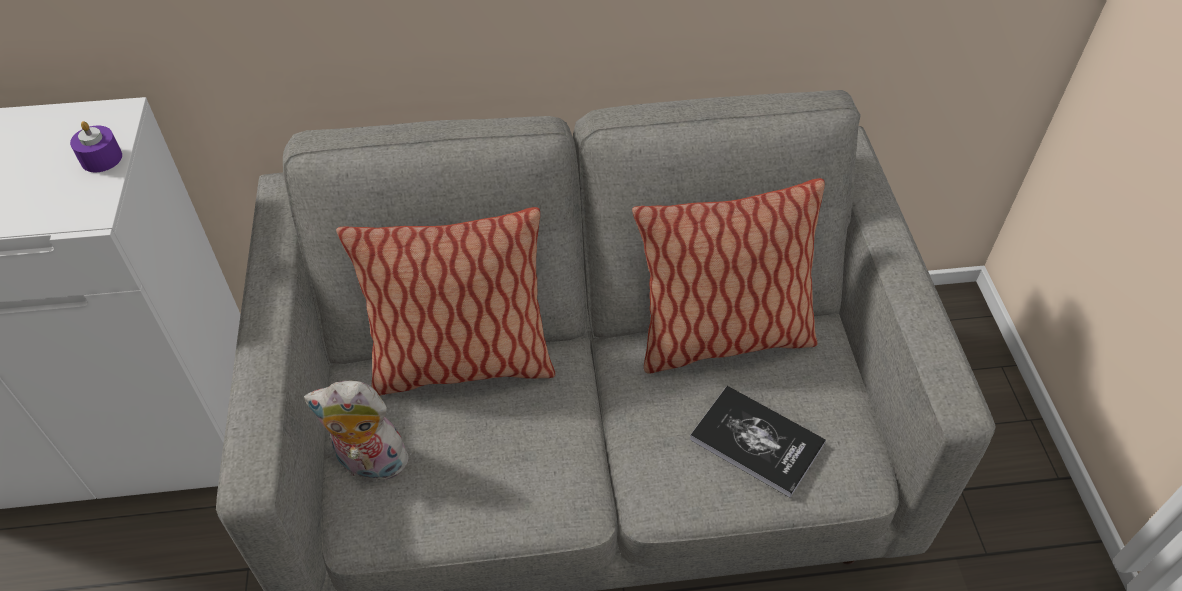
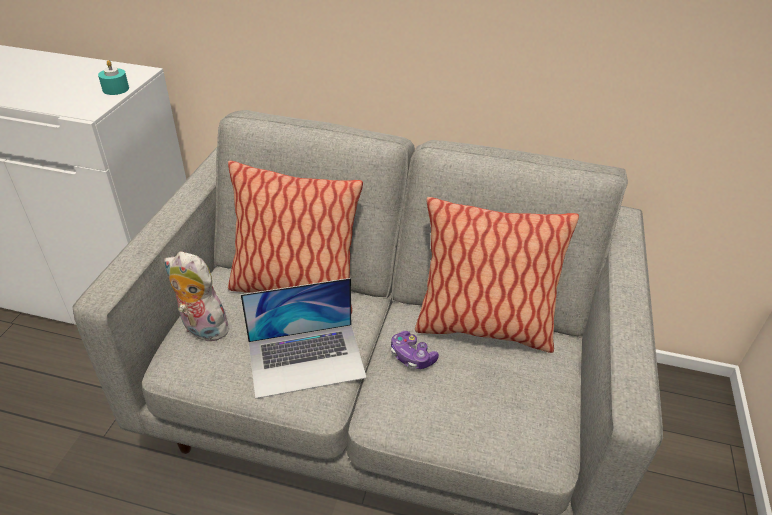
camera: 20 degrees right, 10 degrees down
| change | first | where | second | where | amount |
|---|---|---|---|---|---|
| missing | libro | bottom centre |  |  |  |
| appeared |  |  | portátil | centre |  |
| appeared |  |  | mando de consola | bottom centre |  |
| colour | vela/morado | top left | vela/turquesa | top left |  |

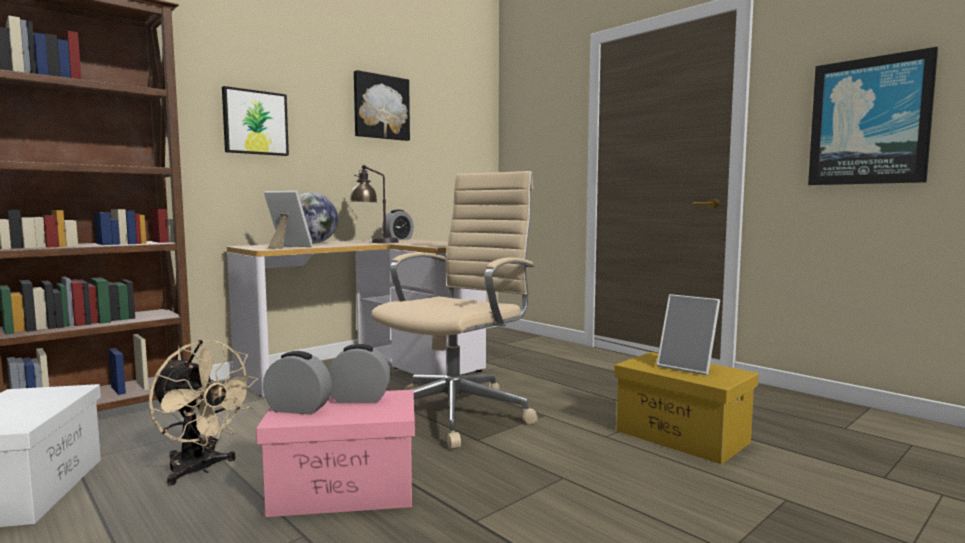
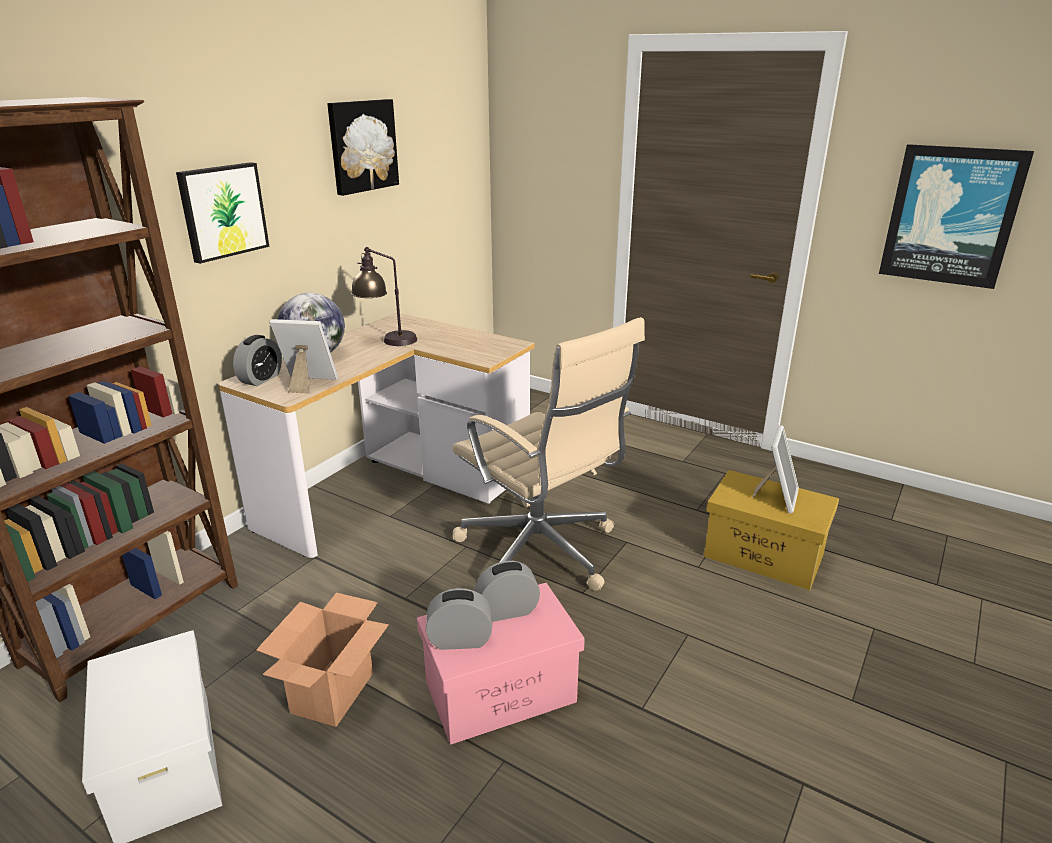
camera: 15 degrees left, 20 degrees up
| change | first | where | second | where | amount |
|---|---|---|---|---|---|
| relocated | despertador (no. 3 from left in the first image) | centre | despertador (no. 1 from left) | middle left |  |
| exchanged | ventilador/beis | bottom left | caja de cartón | bottom left |  |
| spun | silla de oficina/beis | centre |  | centre | 120 degrees clockwise |
| spun | portarretratos (no. 2 from left) | middle right |  | middle right | 90 degrees counterclockwise |

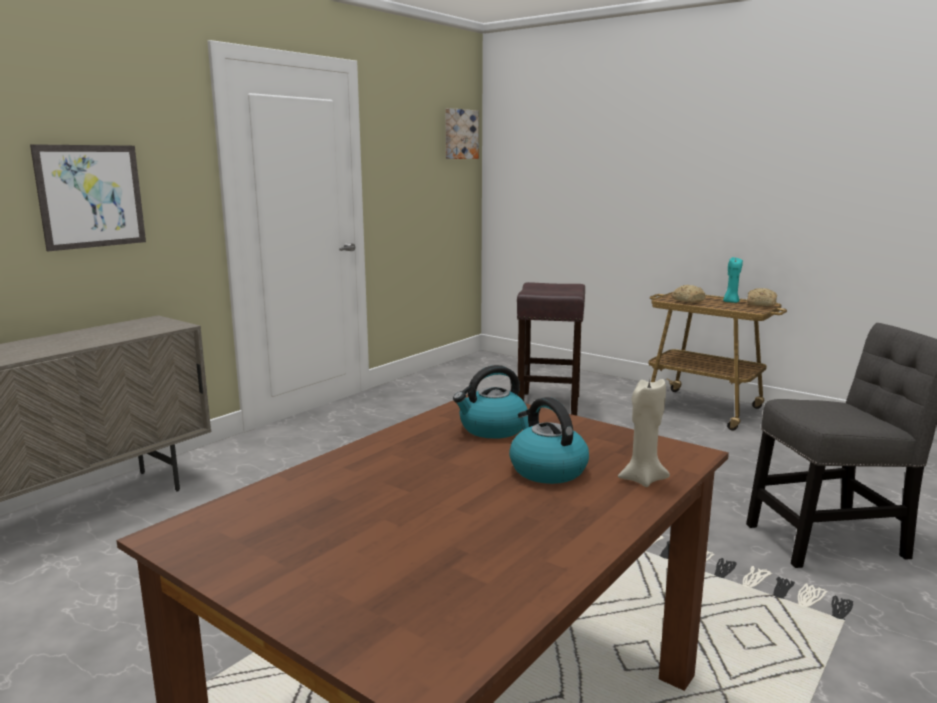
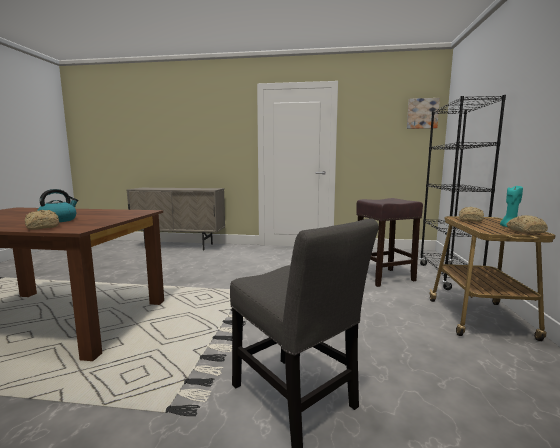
camera: 60 degrees right, 5 degrees down
| change | first | where | second | where | amount |
|---|---|---|---|---|---|
| missing | cuadro (no. 1 from left) | top left |  |  |  |
| missing | hervidor (no. 1 from left) | centre |  |  |  |
| appeared |  |  | estantería/negro | middle right |  |
| exchanged | vela/beis | middle right | pan (no. 1 from left) | middle left |  |

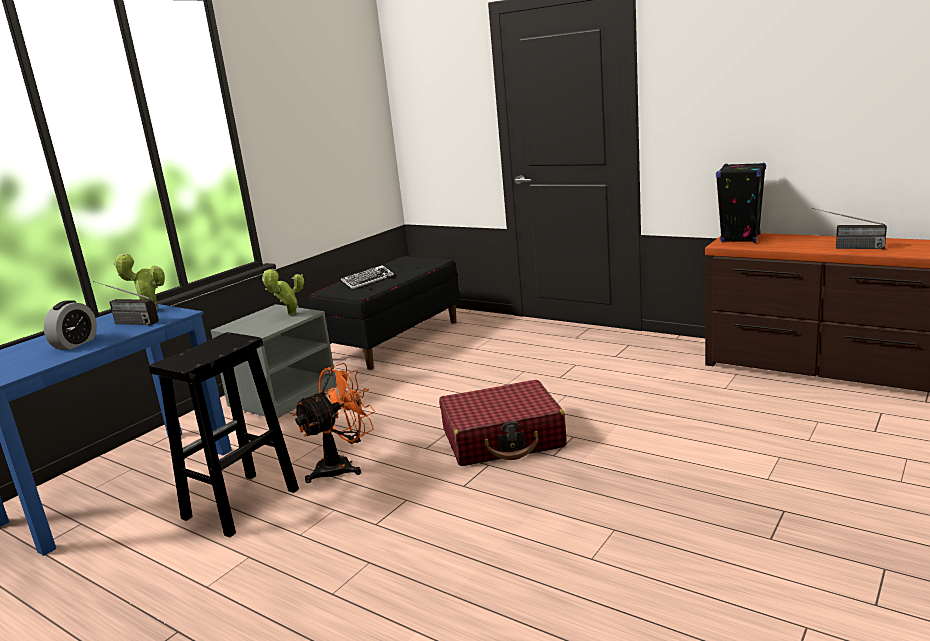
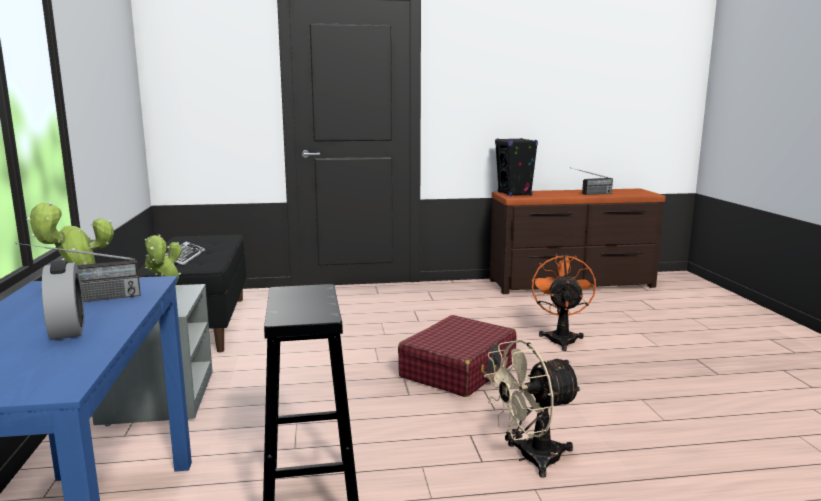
camera: 45 degrees left, 5 degrees down
| change | first | where | second | where | amount |
|---|---|---|---|---|---|
| appeared |  |  | ventilador/beis | bottom centre |  |
| relocated | ventilador/naranja | centre |  | middle right |  |

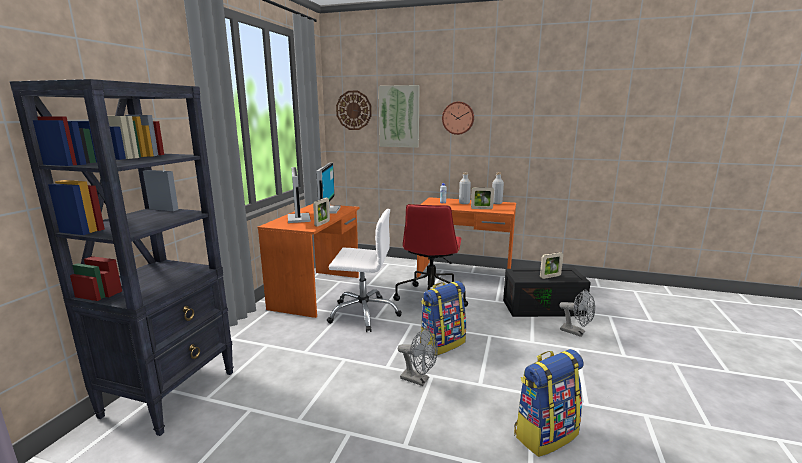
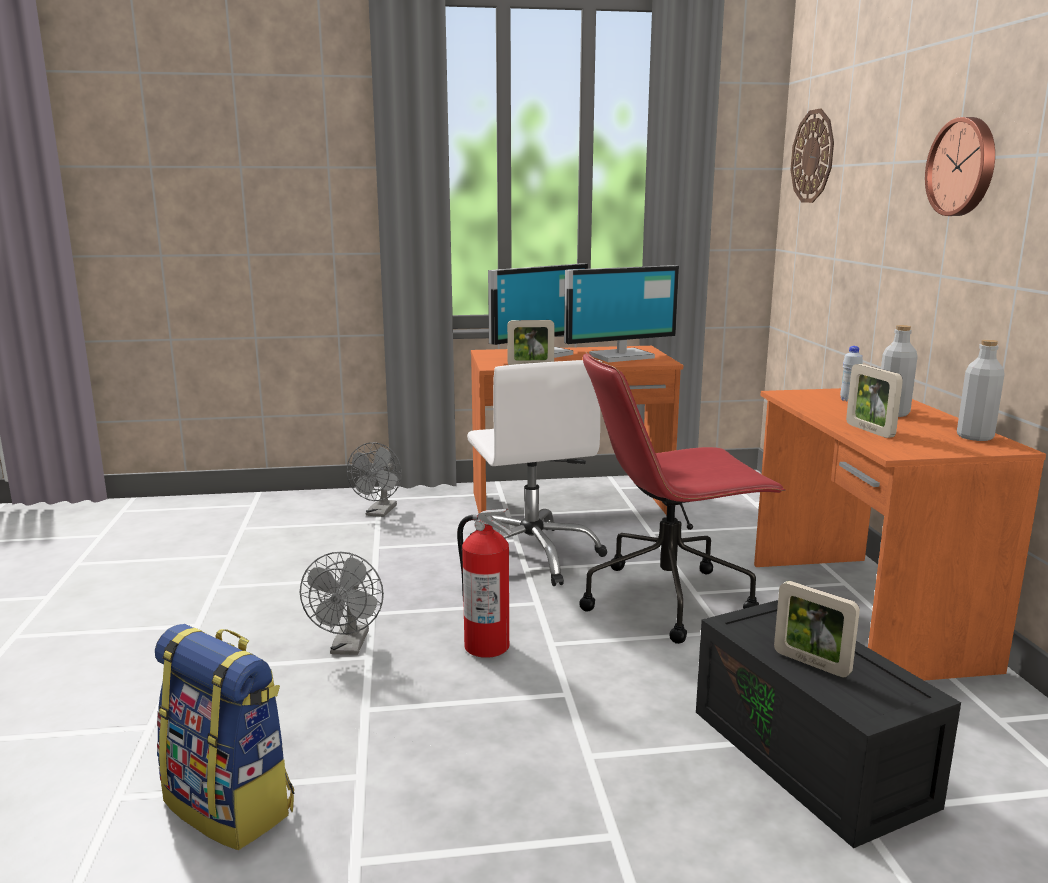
camera: 65 degrees right, 0 degrees up
| change | first | where | second | where | amount |
|---|---|---|---|---|---|
| missing | estantería/negro | middle left |  |  |  |
| missing | cuadro | top centre |  |  |  |
| relocated | ventilador/gris (no. 2 from left) | bottom right |  | centre |  |
| exchanged | mochila (no. 1 from left) | bottom centre | extintor | centre |  |

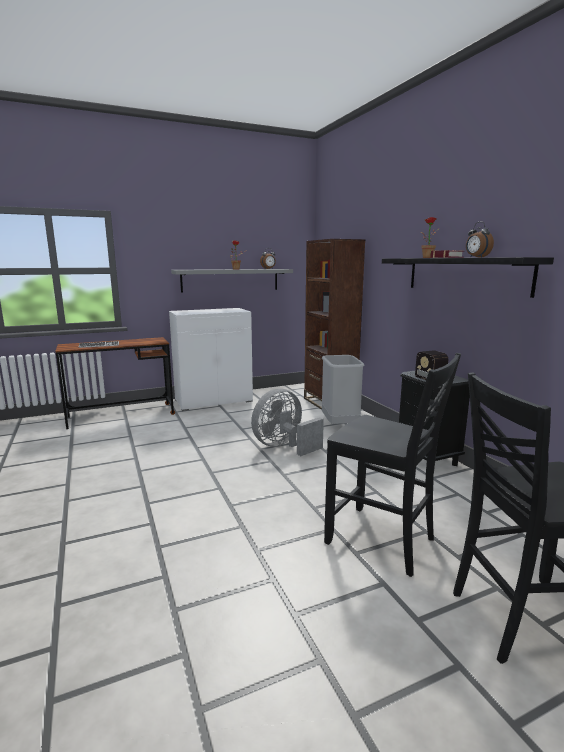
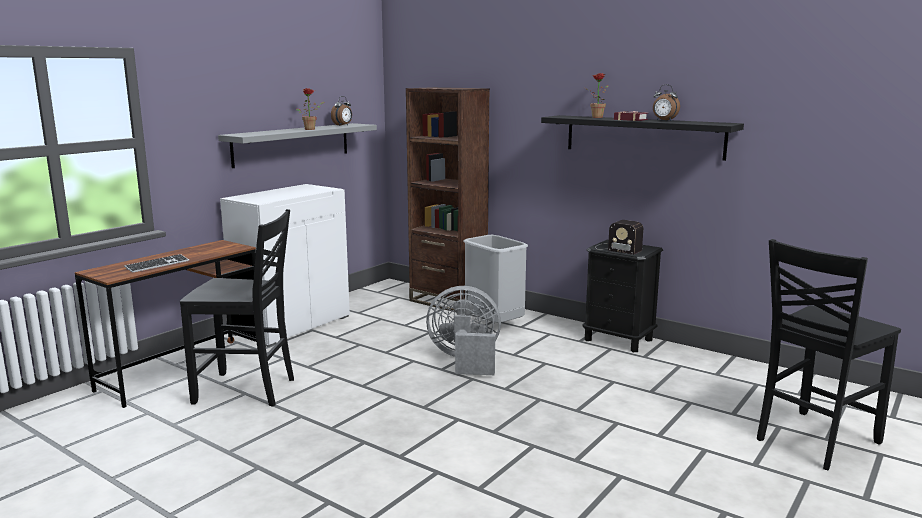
camera: 30 degrees left, 0 degrees up
| change | first | where | second | where | amount |
|---|---|---|---|---|---|
| relocated | silla/negro (no. 1 from left) | middle right |  | middle left |  |
| spun | ventilador/gris | centre |  | centre | 75 degrees clockwise |

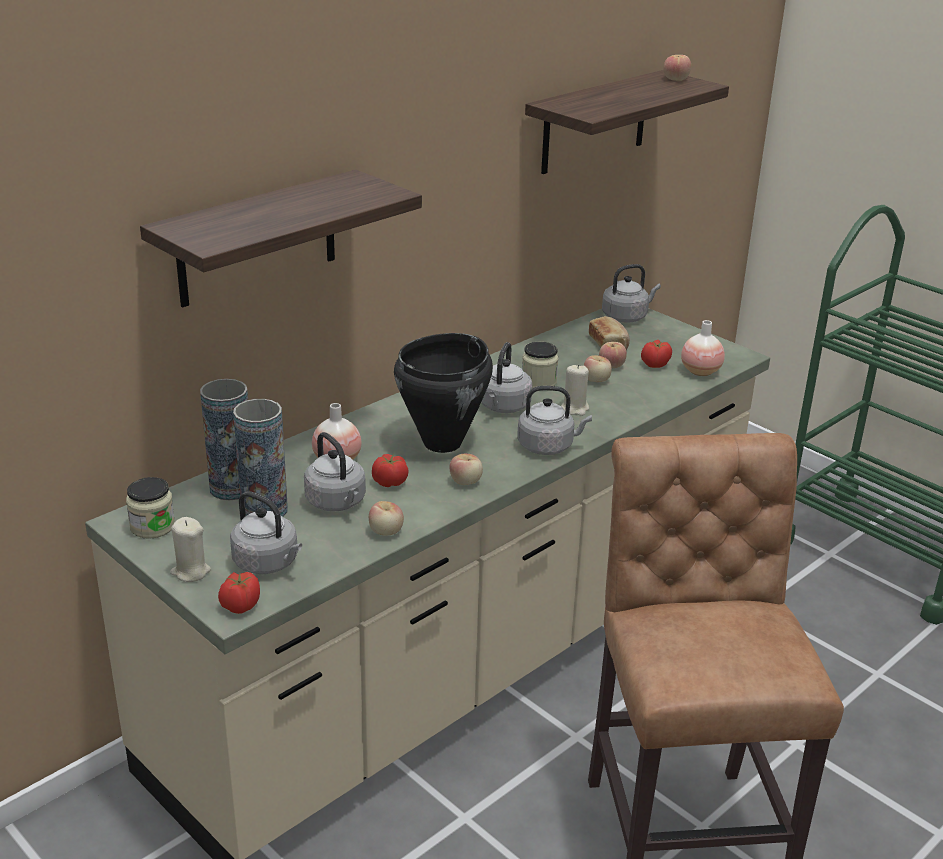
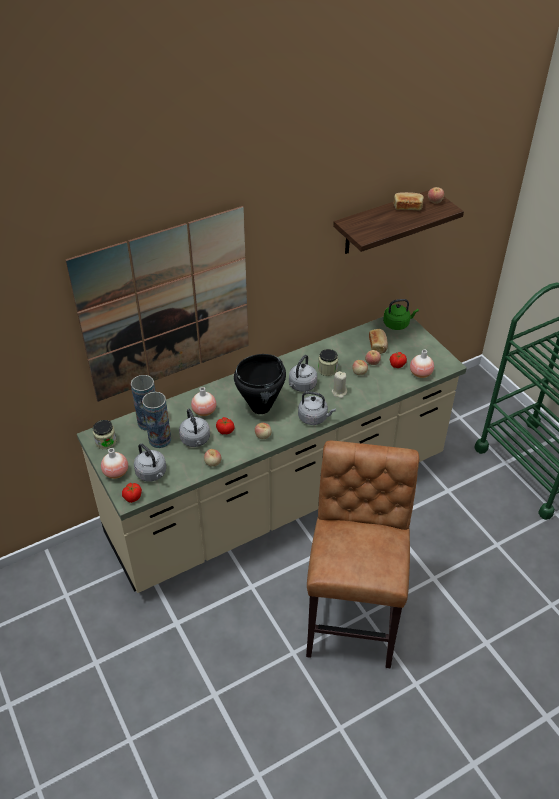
camera: 15 degrees right, 15 degrees up
| change | first | where | second | where | amount |
|---|---|---|---|---|---|
| appeared |  |  | pan (no. 2 from left) | top right |  |
| exchanged | estante (no. 1 from left) | top left | cuadro | middle left |  |
| exchanged | vela/beis (no. 1 from left) | middle left | florero (no. 1 from left) | middle left |  |
| colour | hervidor/gris (no. 5 from left) | middle right | hervidor/verde | middle right |  |

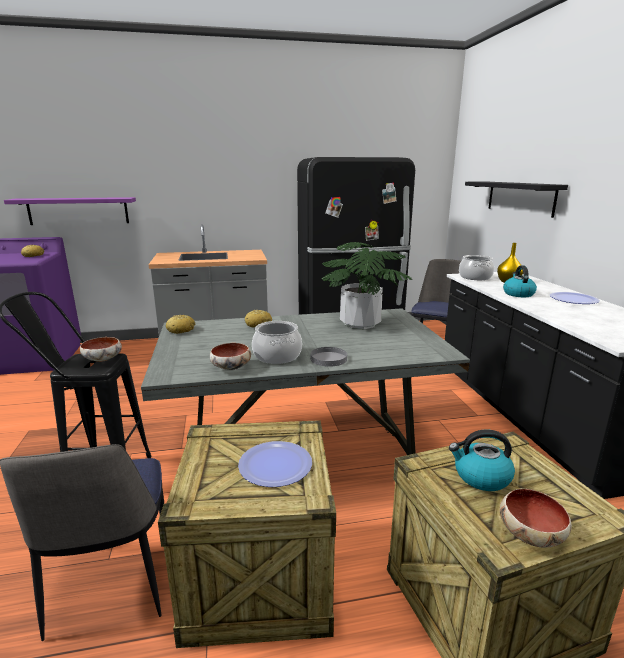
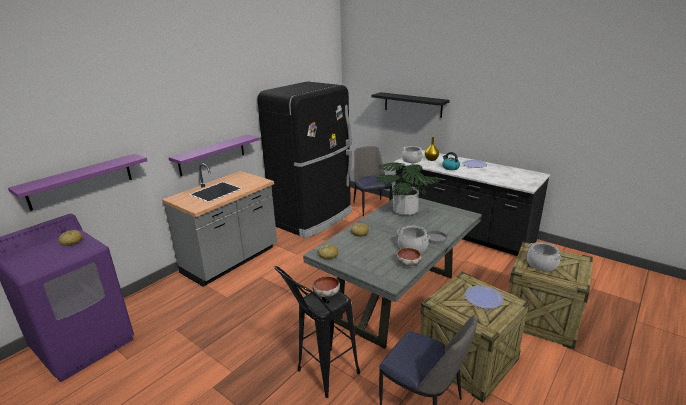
camera: 40 degrees left, 5 degrees up
| change | first | where | second | where | amount |
|---|---|---|---|---|---|
| missing | cuenco (no. 3 from left) | bottom right |  |  |  |
| appeared |  |  | estante/morado (no. 2 from left) | middle left |  |
| exchanged | hervidor (no. 1 from left) | bottom right | olla (no. 3 from left) | middle right |  |

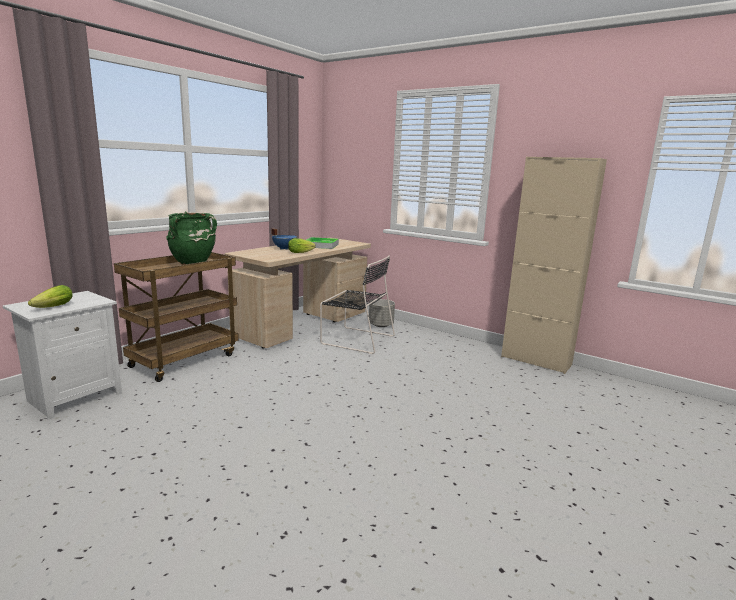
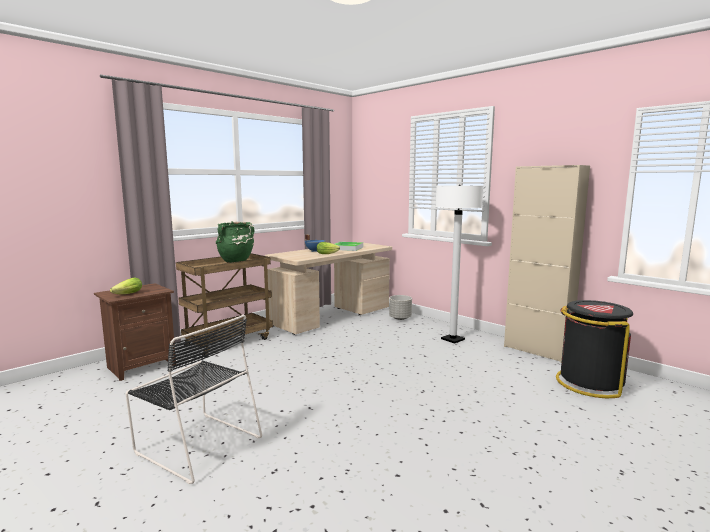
camera: 10 degrees right, 5 degrees down
| change | first | where | second | where | amount |
|---|---|---|---|---|---|
| appeared |  |  | lámpara de pie/blanco | centre |  |
| appeared |  |  | papelera/negro | middle right |  |
| relocated | silla/negro | centre |  | bottom left |  |
| colour | mesita de noche/blanco | middle left | mesita de noche/marrón | middle left |  |

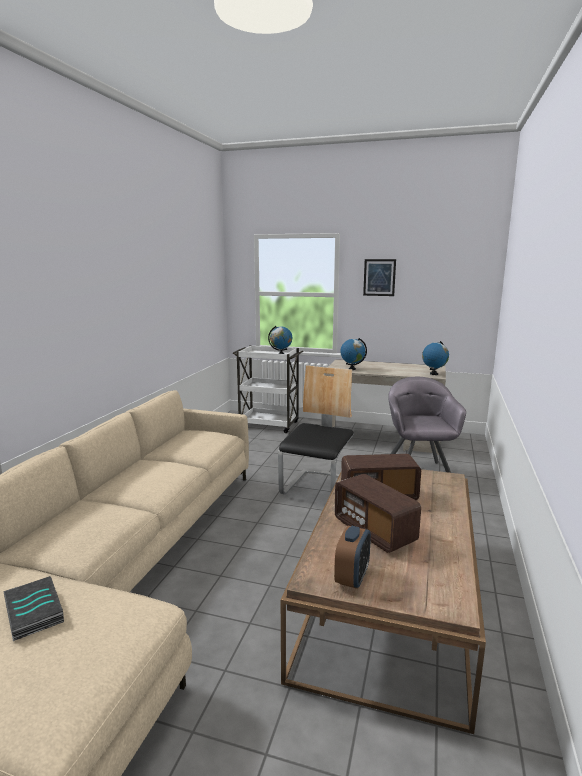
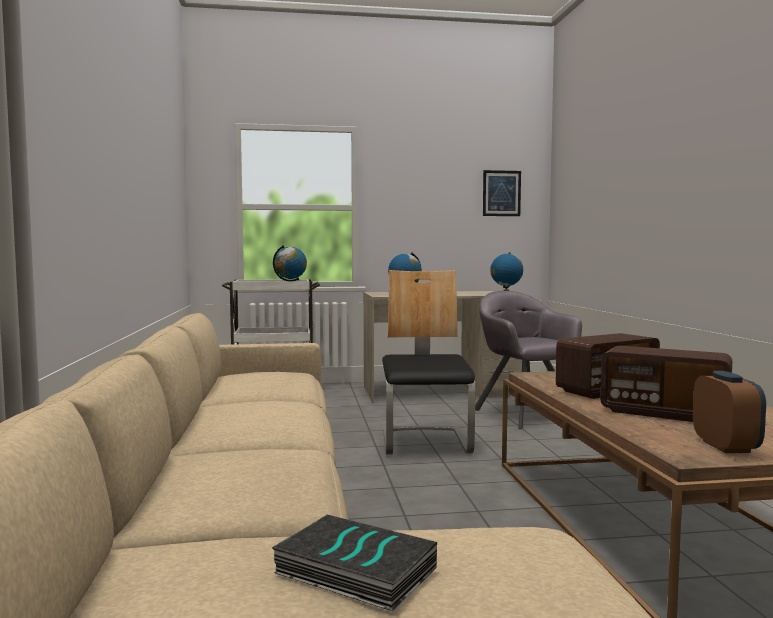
camera: 25 degrees left, 10 degrees down
| change | first | where | second | where | amount |
|---|---|---|---|---|---|
| relocated | cuadro | centre |  | top centre |  |

